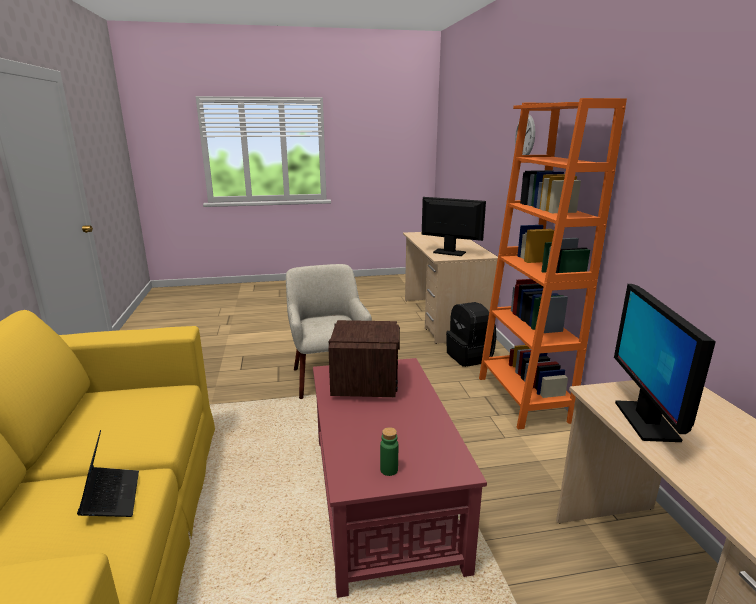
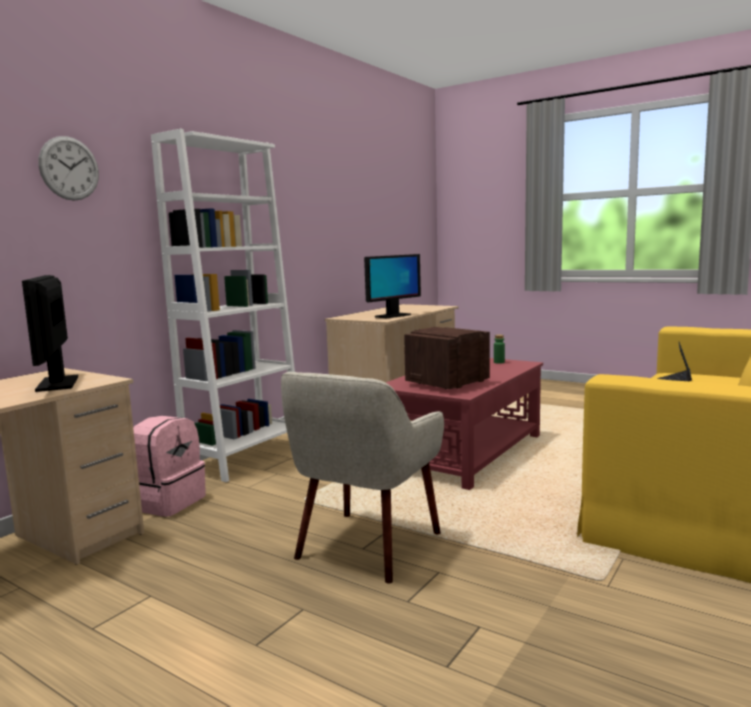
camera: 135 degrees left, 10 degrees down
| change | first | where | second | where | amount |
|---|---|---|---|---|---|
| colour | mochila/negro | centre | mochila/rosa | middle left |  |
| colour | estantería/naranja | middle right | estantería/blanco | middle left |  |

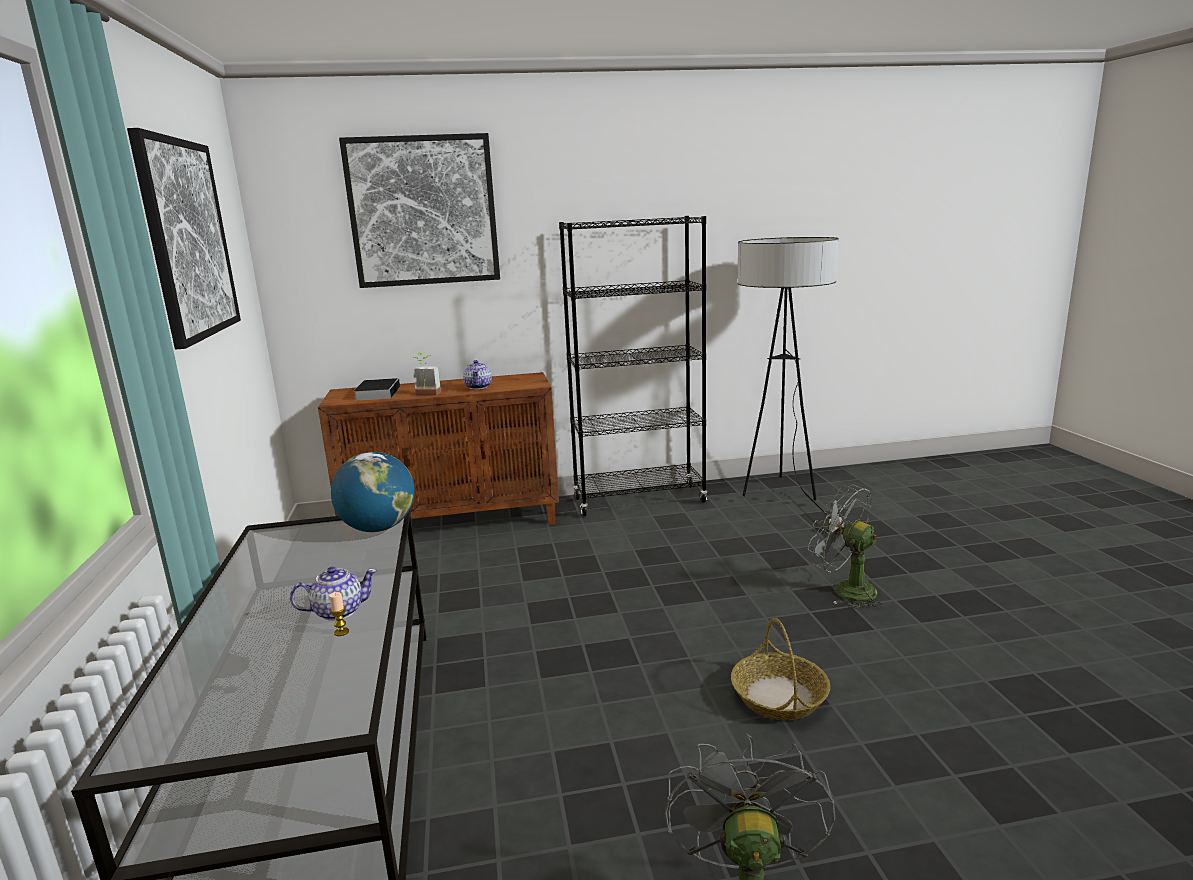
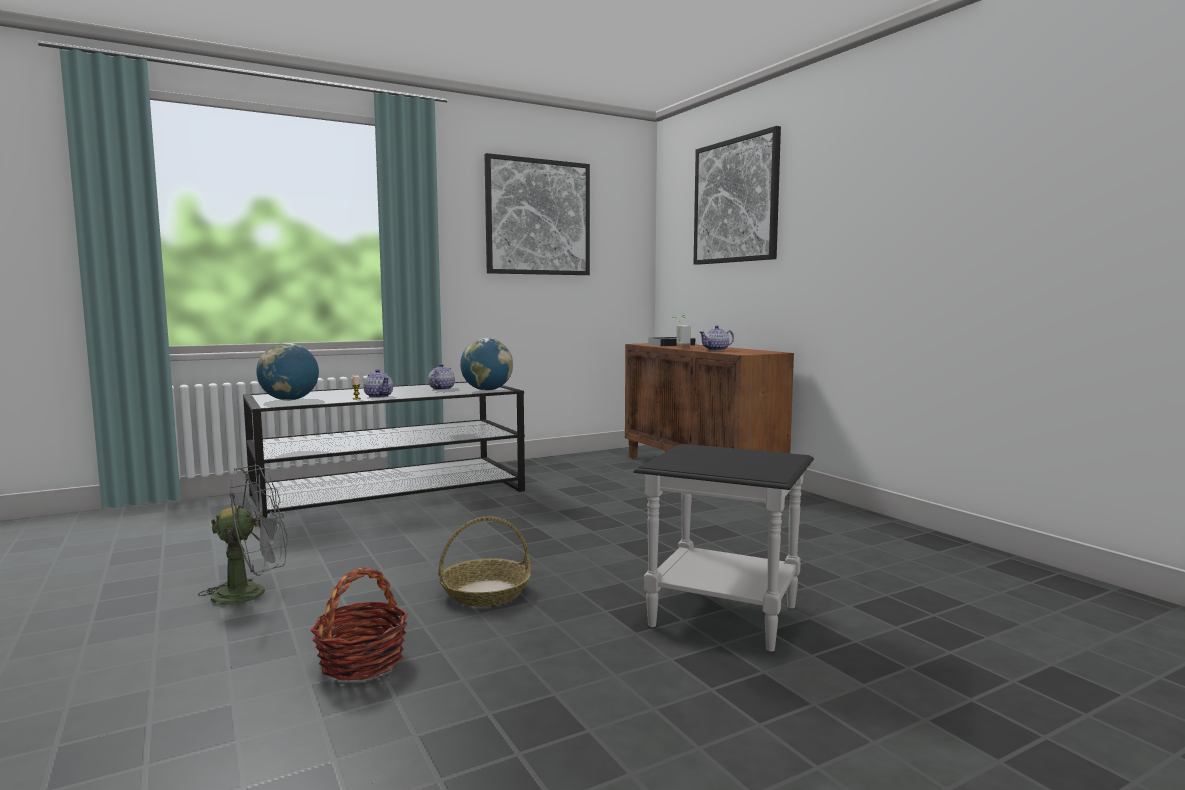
camera: 70 degrees right, 10 degrees down
| change | first | where | second | where | amount |
|---|---|---|---|---|---|
| missing | estantería/negro | centre |  |  |  |
| missing | lámpara de pie | centre |  |  |  |
| appeared |  |  | globo terráqueo (no. 1 from left) | middle left |  |
| appeared |  |  | cesta (no. 1 from left) | bottom left |  |
| appeared |  |  | tetera (no. 2 from left) | centre |  |
| exchanged | ventilador/gris (no. 2 from left) | middle right | mesa auxiliar/negro | bottom centre |  |

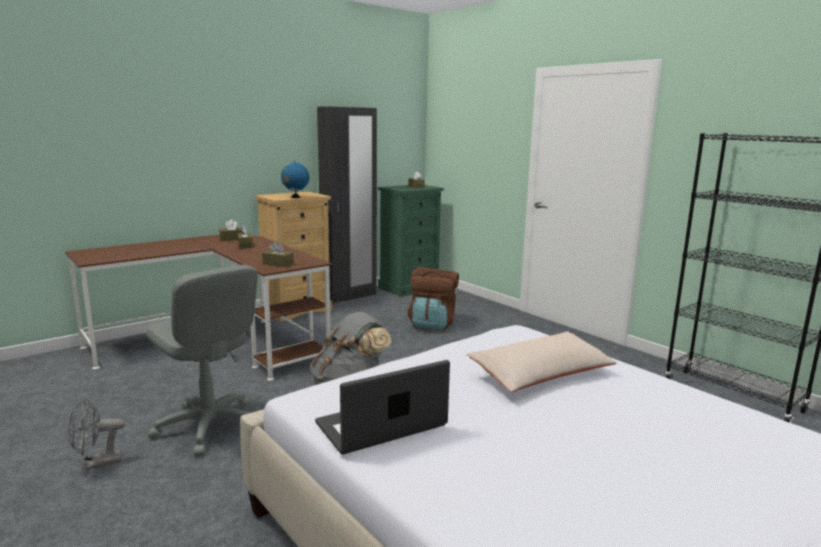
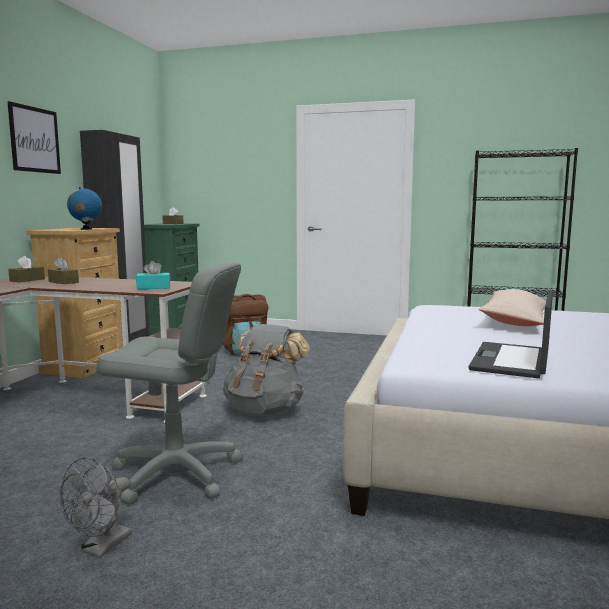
camera: 35 degrees left, 5 degrees down
| change | first | where | second | where | amount |
|---|---|---|---|---|---|
| appeared |  |  | cuadro | top left |  |
| colour | caja de pañuelos/marrón (no. 3 from left) | centre | caja de pañuelos/turquesa | middle left |  |

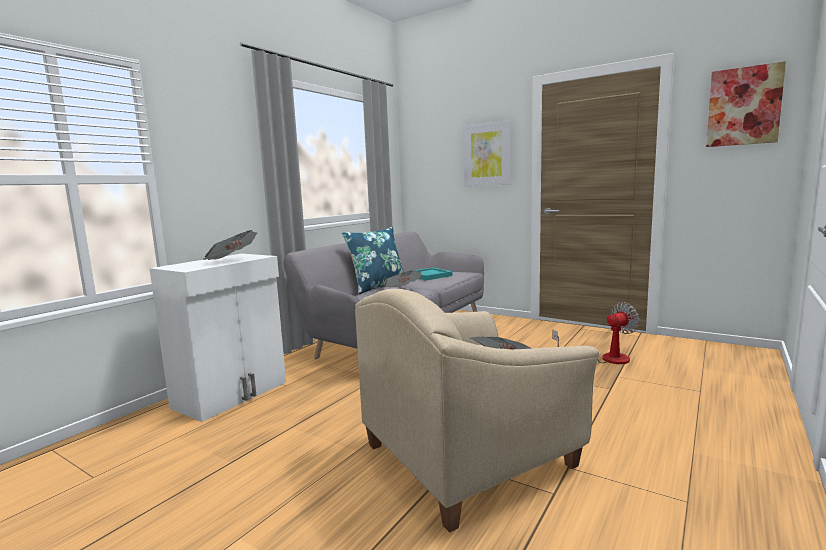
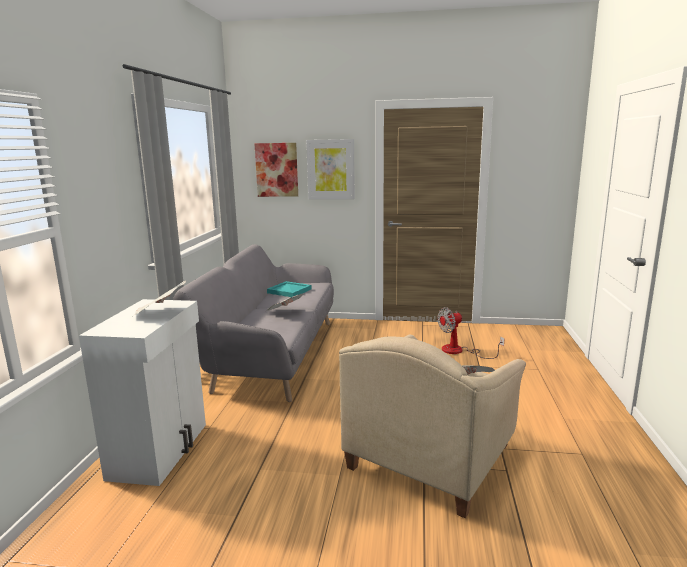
camera: 25 degrees left, 5 degrees up
| change | first | where | second | where | amount |
|---|---|---|---|---|---|
| missing | cojín/azul | centre |  |  |  |
| relocated | cuadro (no. 2 from left in the first image) | top right | cuadro (no. 1 from left) | top centre |  |
| spun | ventilador | middle right |  | middle right | 150 degrees counterclockwise |

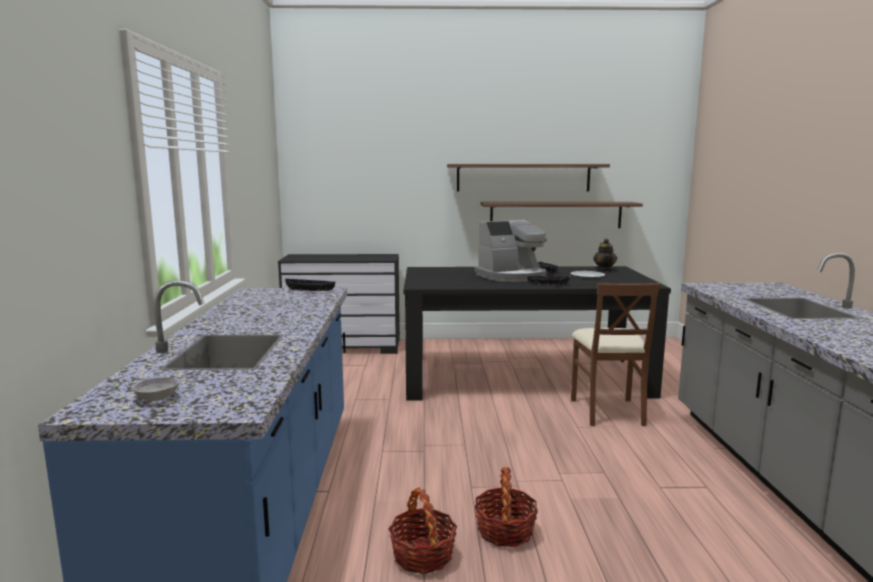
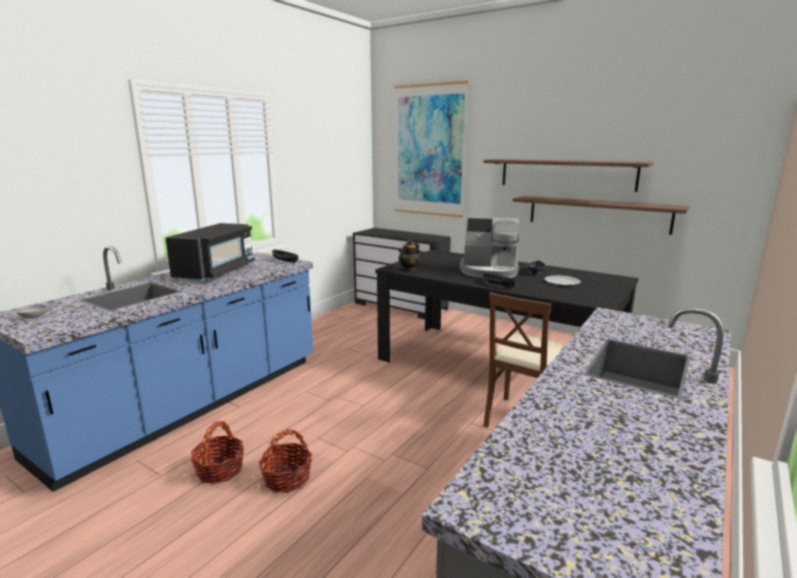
camera: 35 degrees right, 5 degrees up
| change | first | where | second | where | amount |
|---|---|---|---|---|---|
| appeared |  |  | microondas/negro | middle left |  |
| appeared |  |  | cuadro | top centre |  |
| relocated | tetera | middle right |  | centre |  |

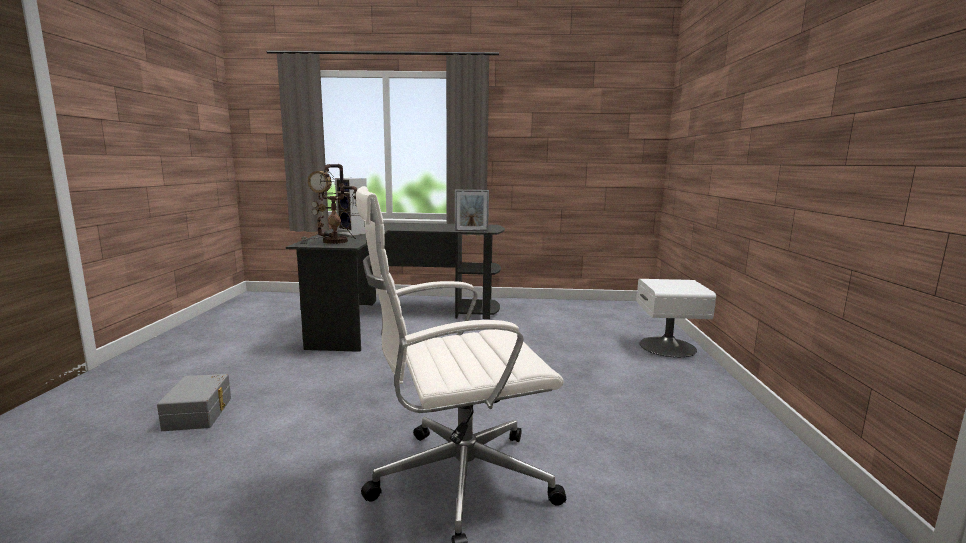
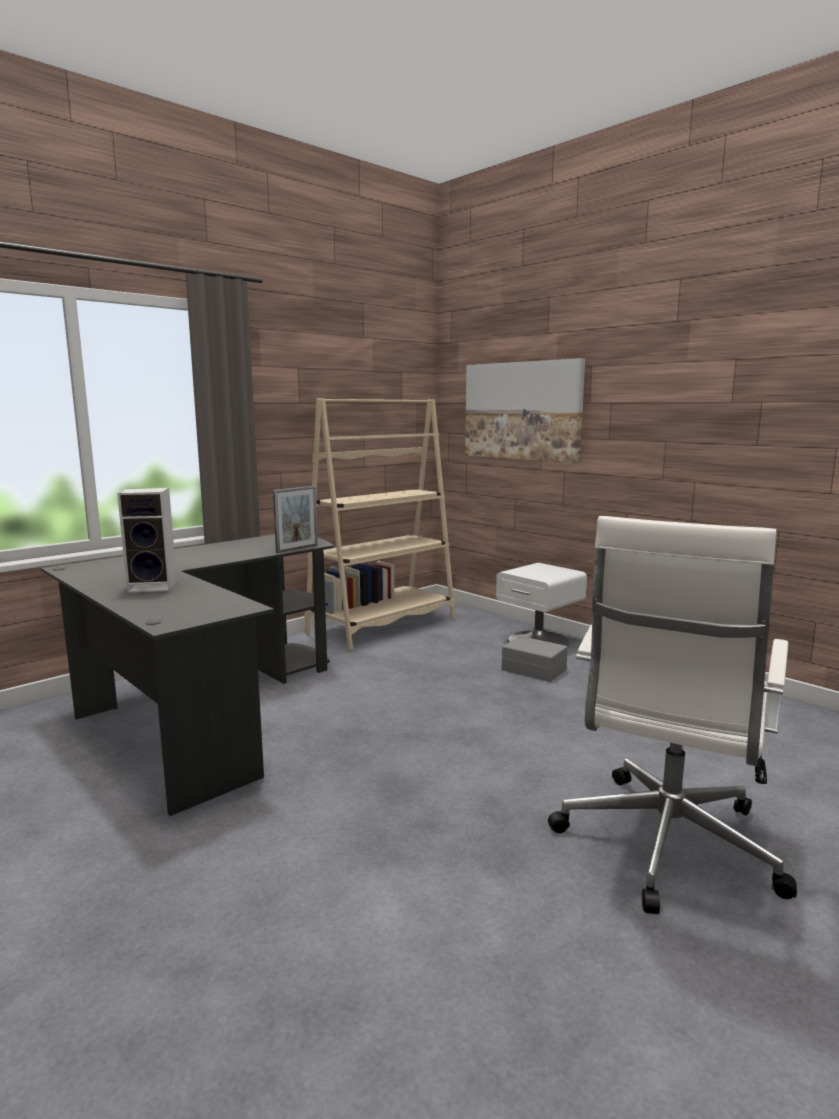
camera: 45 degrees left, 0 degrees up
| change | first | where | second | where | amount |
|---|---|---|---|---|---|
| missing | lámpara de mesa | centre |  |  |  |
| appeared |  |  | estantería/beis | centre |  |
| appeared |  |  | cuadro | centre |  |
| relocated | caja de almacenaje/gris | bottom left |  | centre |  |

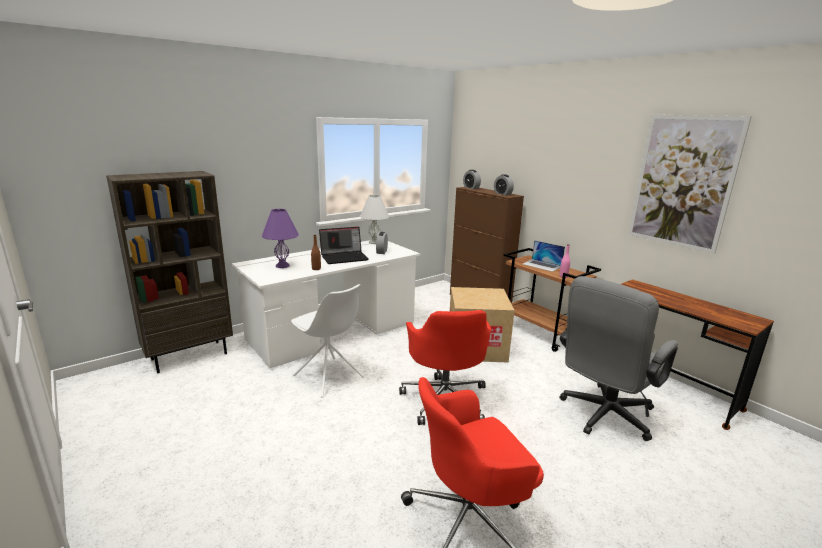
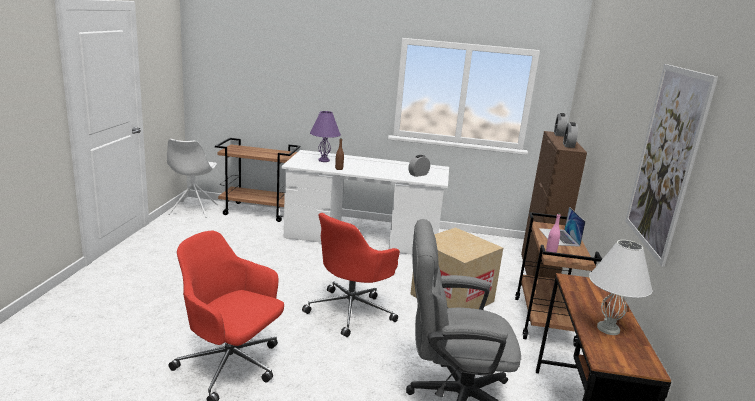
camera: 45 degrees right, 0 degrees up
| change | first | where | second | where | amount |
|---|---|---|---|---|---|
| missing | portátil (no. 1 from left) | centre |  |  |  |
| relocated | silla/blanco | centre |  | middle left |  |
| relocated | lámpara de mesa/blanco | centre |  | bottom right |  |
| exchanged | estantería/marrón | middle left | carrito/marrón (no. 1 from left) | centre |  |

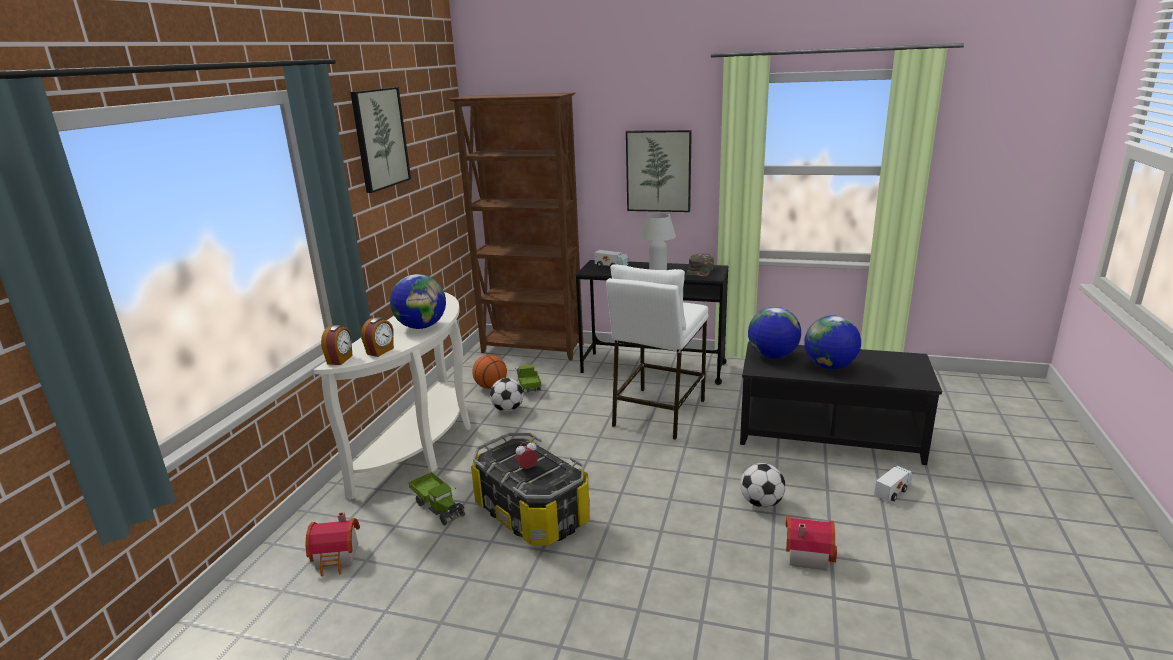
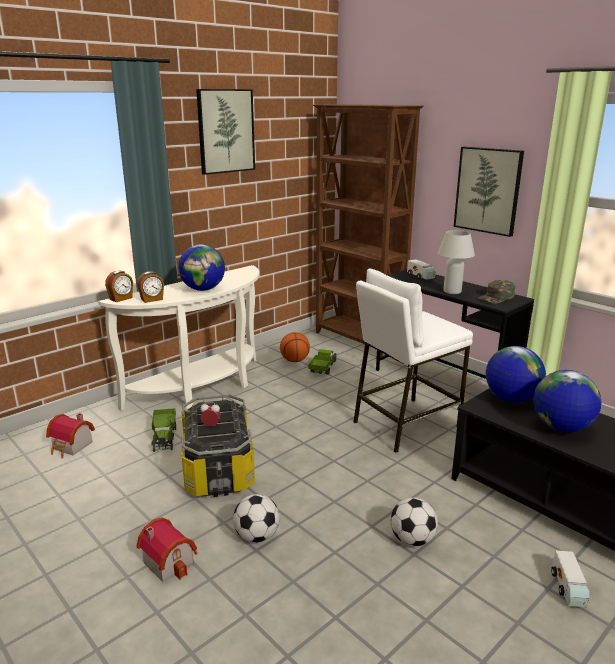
camera: 30 degrees right, 0 degrees up
| change | first | where | second | where | amount |
|---|---|---|---|---|---|
| relocated | balón de fútbol (no. 1 from left) | centre |  | bottom centre |  |
| relocated | casita (no. 2 from left) | bottom right |  | bottom left |  |
| spun | camión de juguete (no. 4 from left) | bottom right |  | bottom right | 105 degrees clockwise |

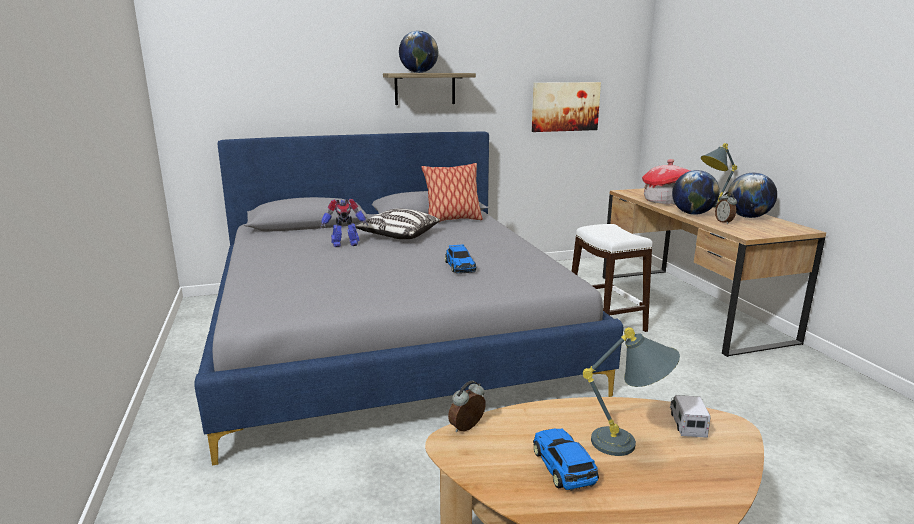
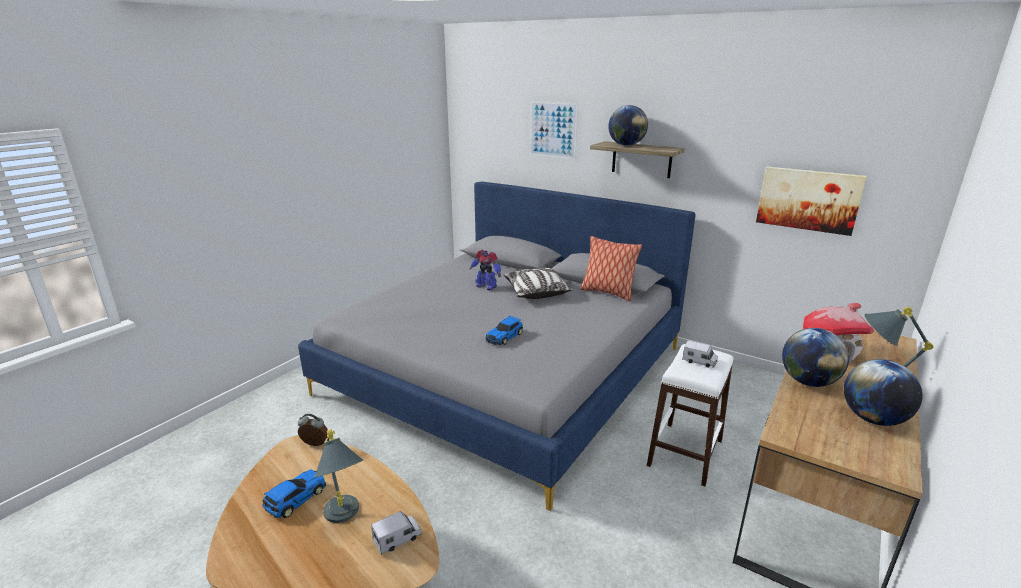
camera: 50 degrees right, 5 degrees up
| change | first | where | second | where | amount |
|---|---|---|---|---|---|
| missing | despertador (no. 2 from left) | middle right |  |  |  |
| appeared |  |  | cuadro (no. 1 from left) | top centre |  |
| appeared |  |  | camión de juguete (no. 2 from left) | middle right |  |

